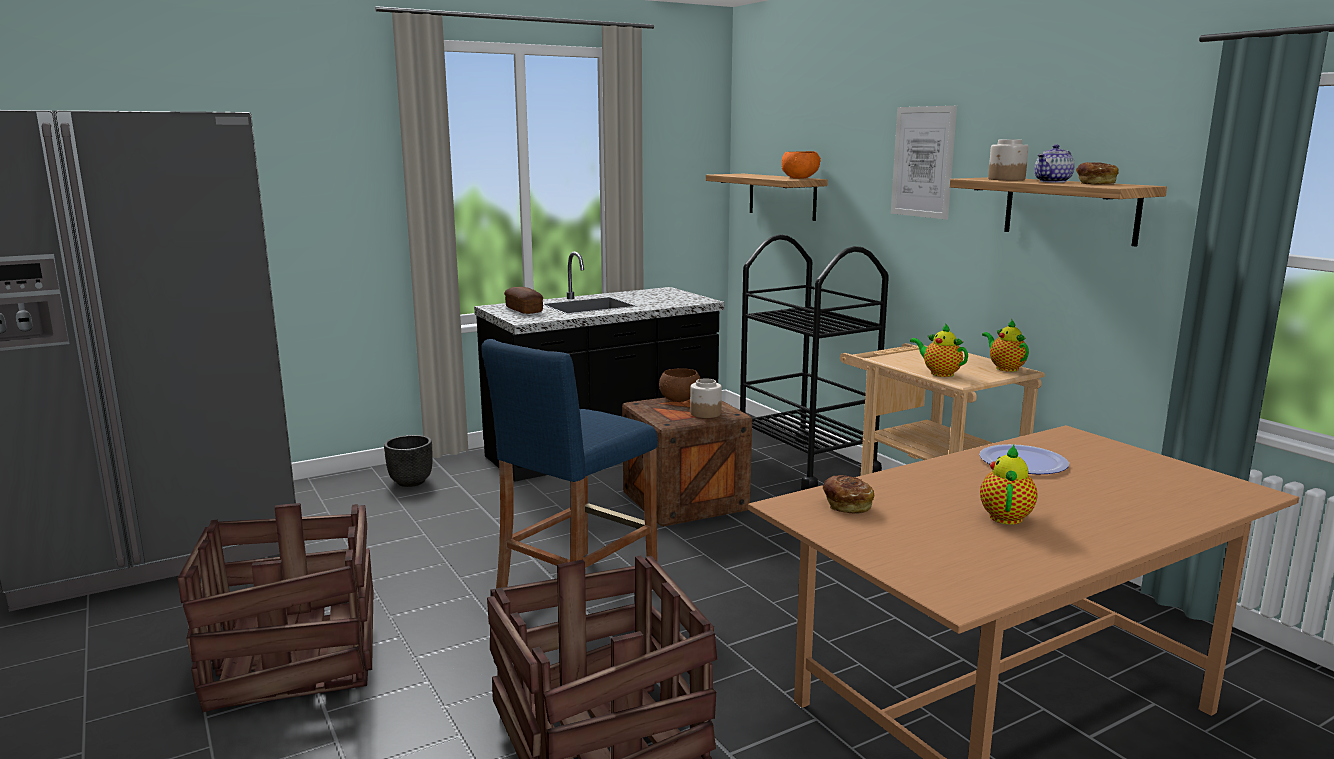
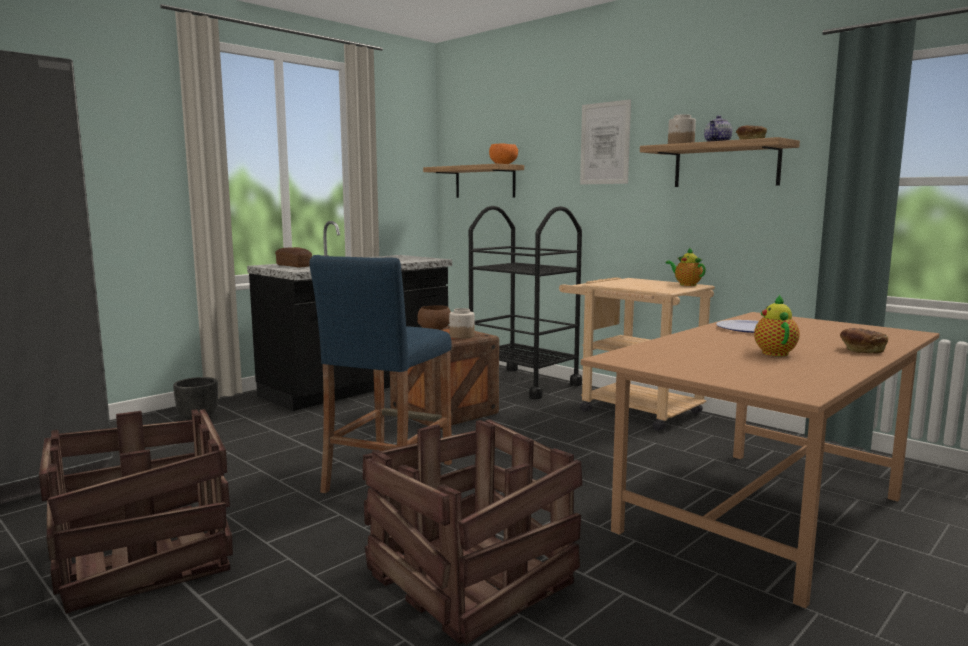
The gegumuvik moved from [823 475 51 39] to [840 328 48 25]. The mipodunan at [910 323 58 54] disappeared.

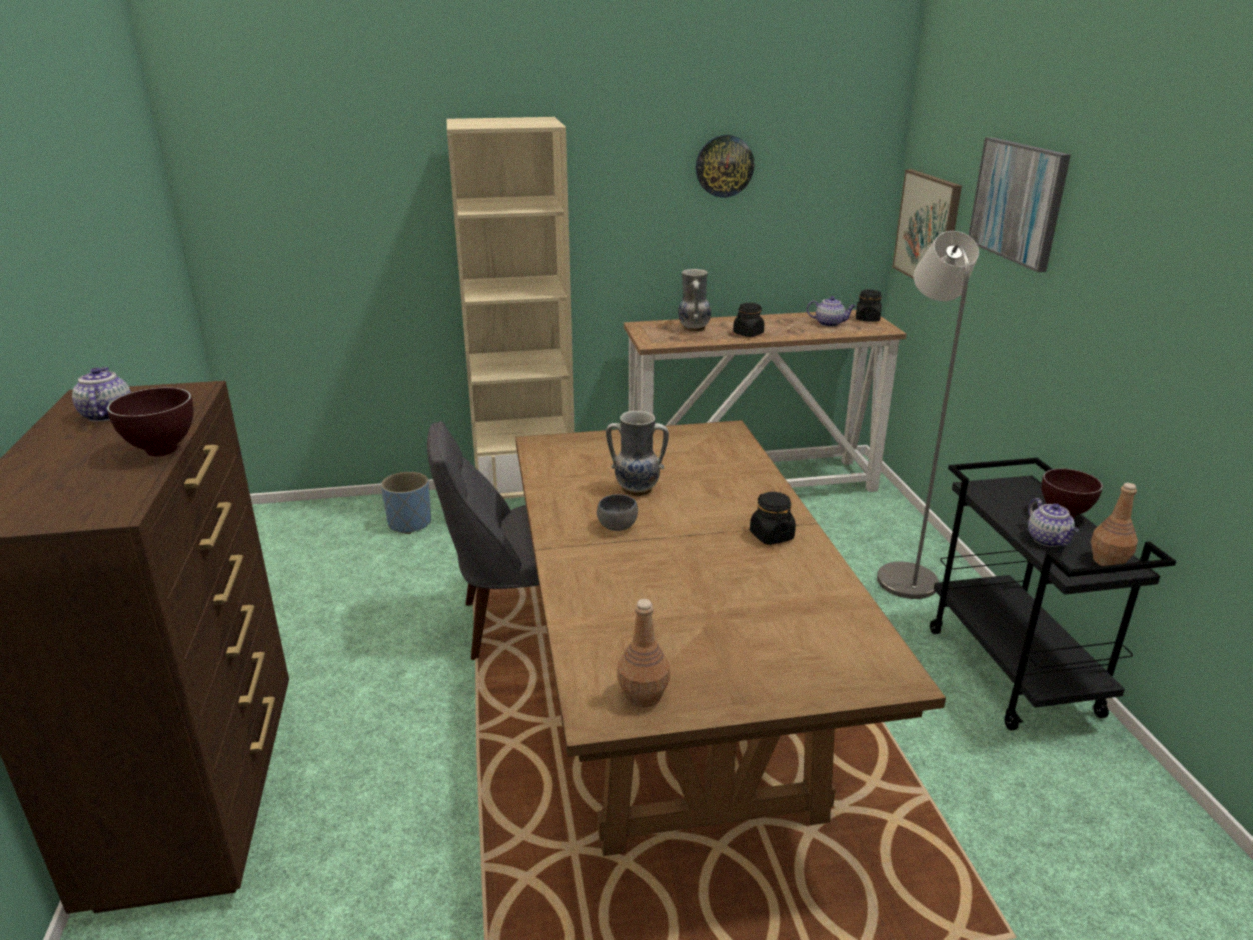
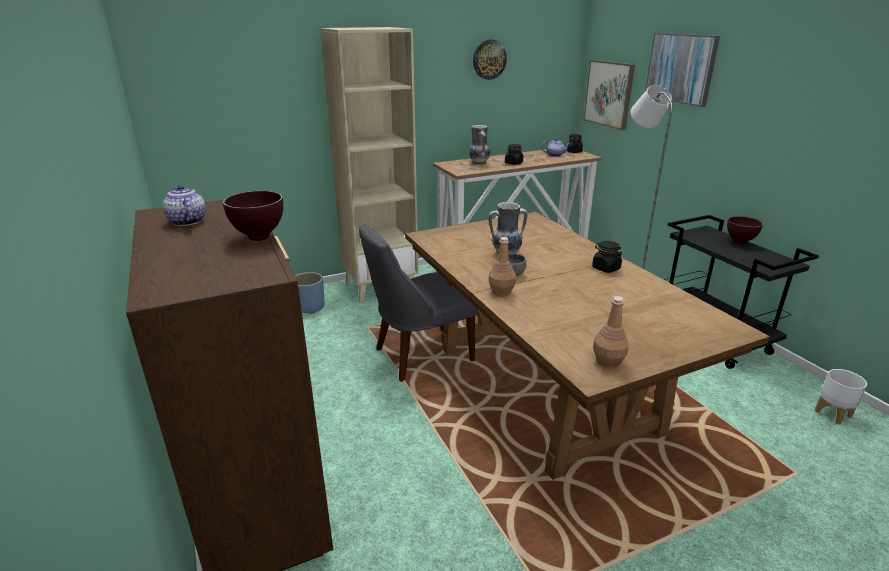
The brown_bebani moved from [1091 483 47 83] to [488 237 28 59]. The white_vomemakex at [815 369 52 55] appeared. The mipodunan at [1028 498 51 49] disappeared.

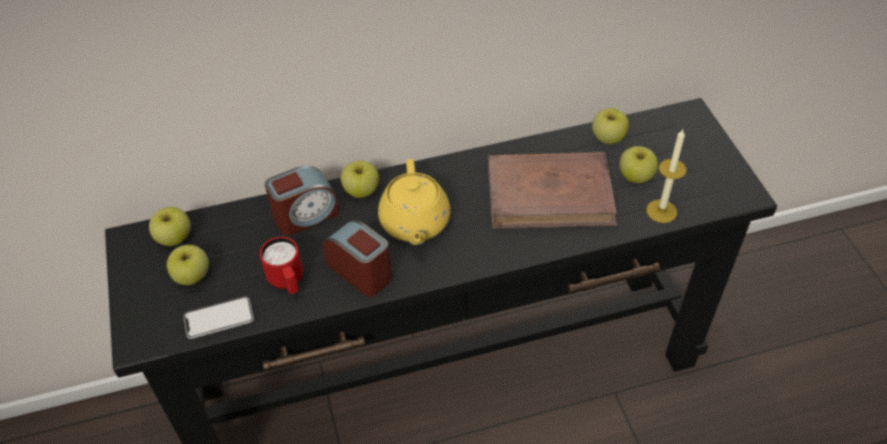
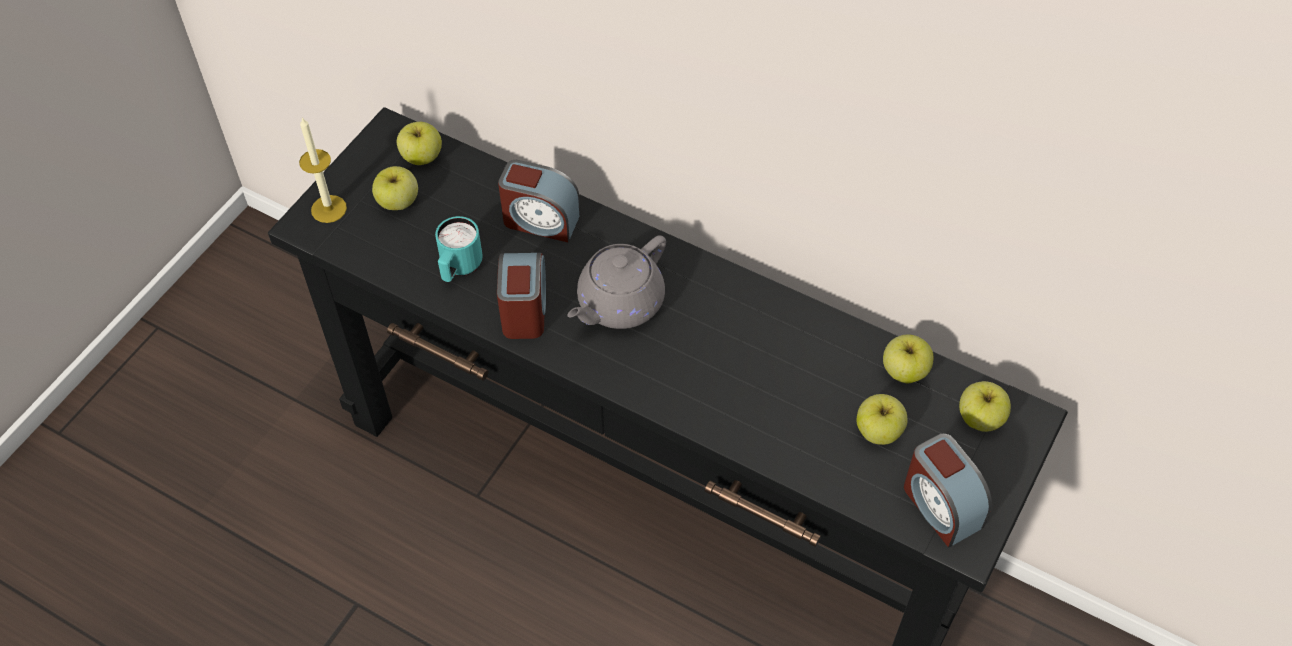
The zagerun moved from [646 129 40 94] to [299 117 48 106]. The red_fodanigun at [260 237 43 57] became the turquoise_fodanigun at [435 216 48 66]. The yellow_mipodunan at [378 159 72 86] became the grey_mipodunan at [567 235 99 94]. The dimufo at [904 434 88 114] appeared. The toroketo moved from [341 161 38 37] to [959 381 52 51]. The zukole at [183 296 71 43] disappeared. The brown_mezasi at [488 152 129 77] disappeared.

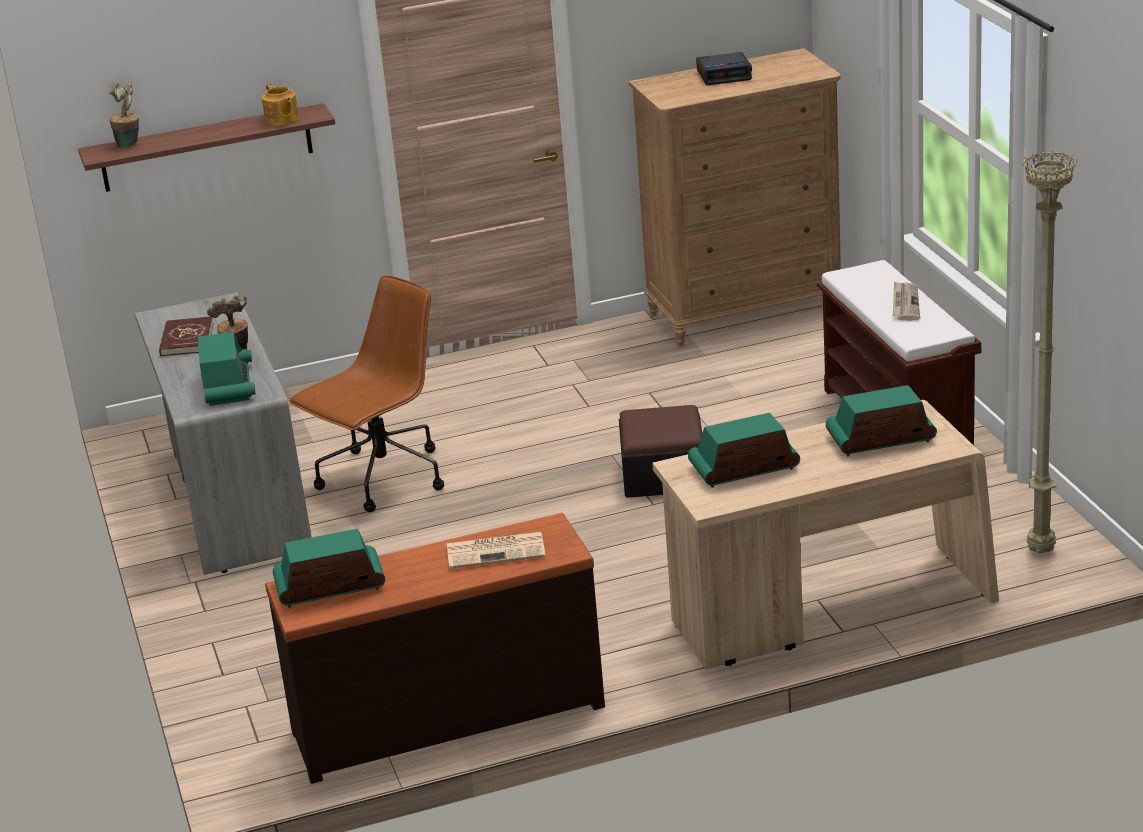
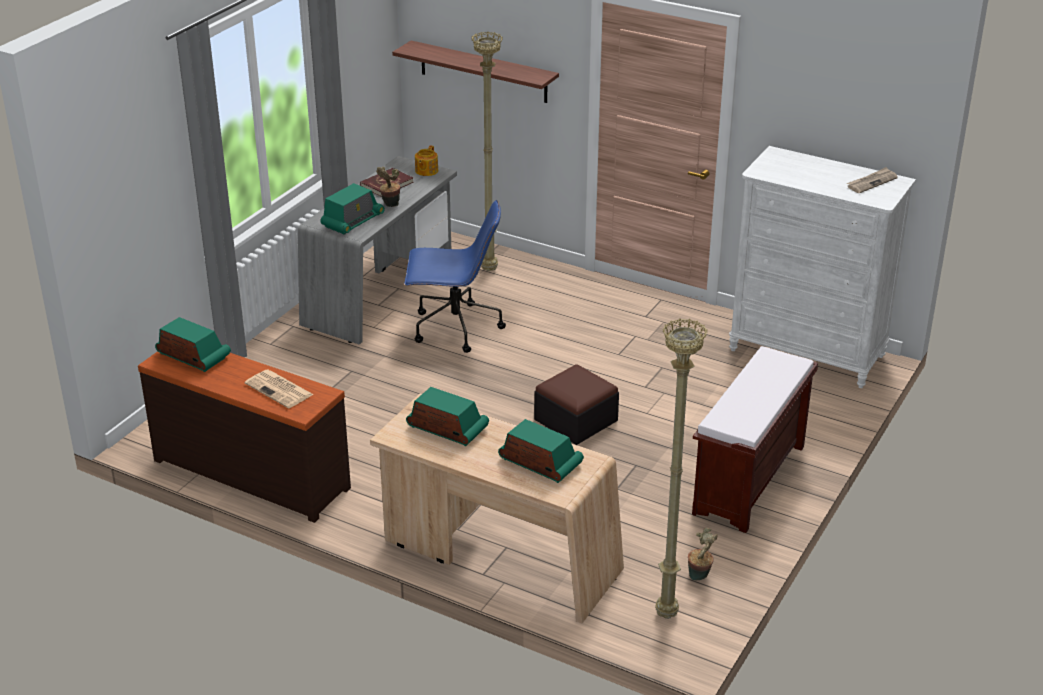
The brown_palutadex at [289 275 155 237] became the blue_palutadex at [405 200 101 153]. The mipodunan moved from [262 84 37 42] to [415 145 23 31]. The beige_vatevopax at [472 32 31 239] appeared. The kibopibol moved from [108 81 31 67] to [688 528 30 53]. The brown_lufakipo at [628 48 213 298] became the white_lufakipo at [729 146 187 242]. The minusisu moved from [893 281 27 39] to [847 167 51 26]. The dimufo at [696 52 56 33] disappeared.

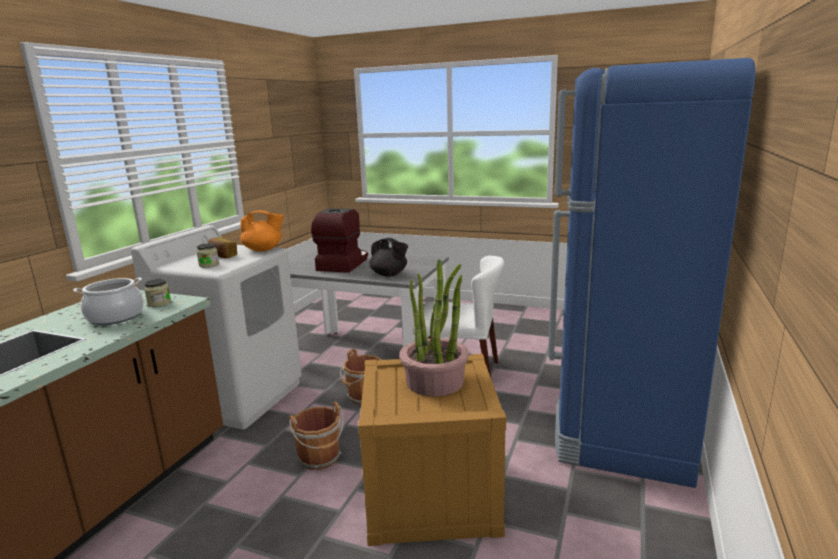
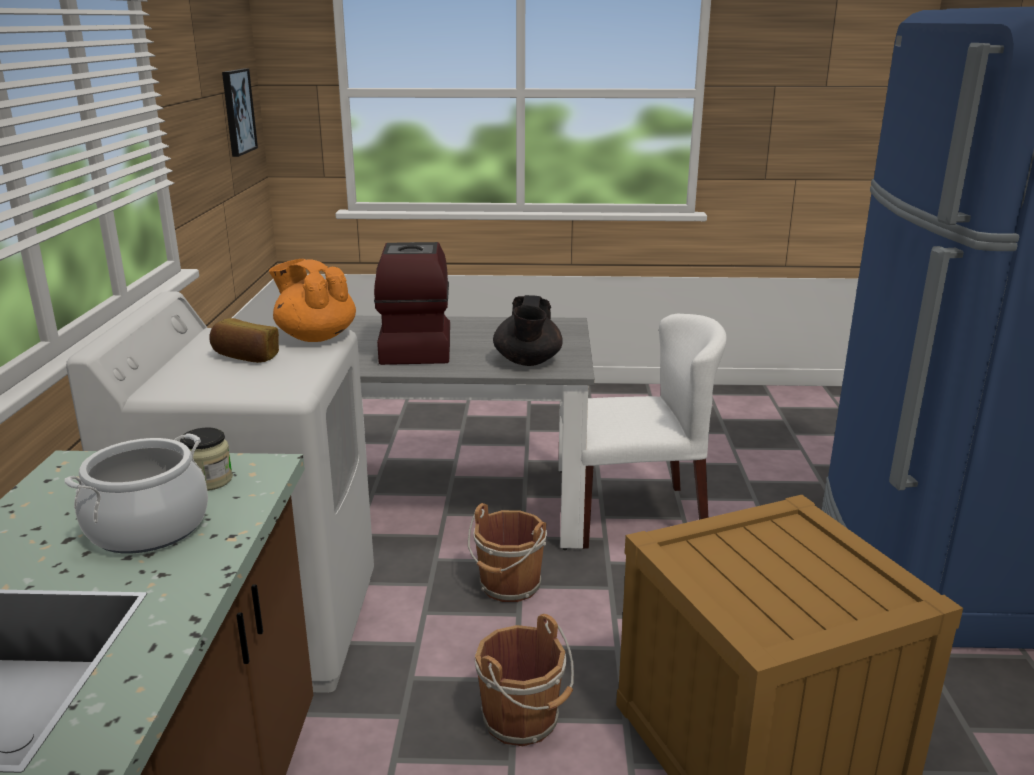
The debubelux at [222 69 36 88] appeared. The orange_mipodunan at [240 210 44 42] turned 120 degrees counterclockwise. The black_mipodunan at [369 238 39 39] turned 75 degrees clockwise. The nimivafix at [196 243 23 25] disappeared. The kibopibol at [399 259 70 138] disappeared.

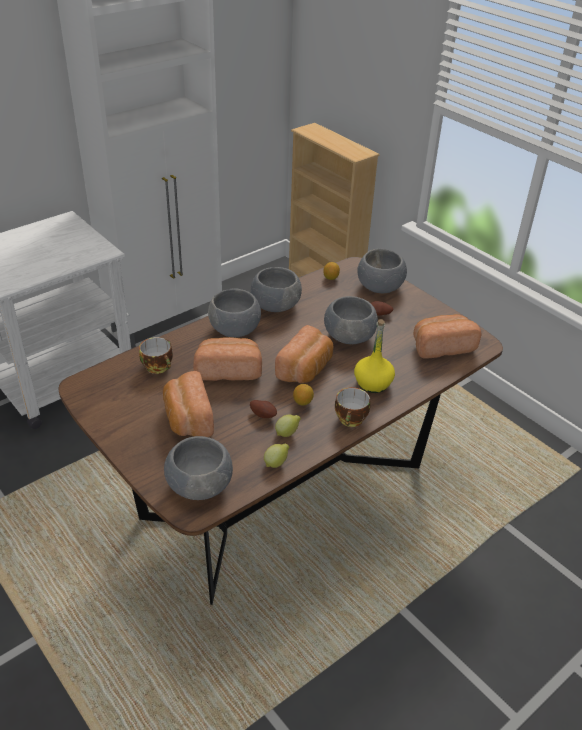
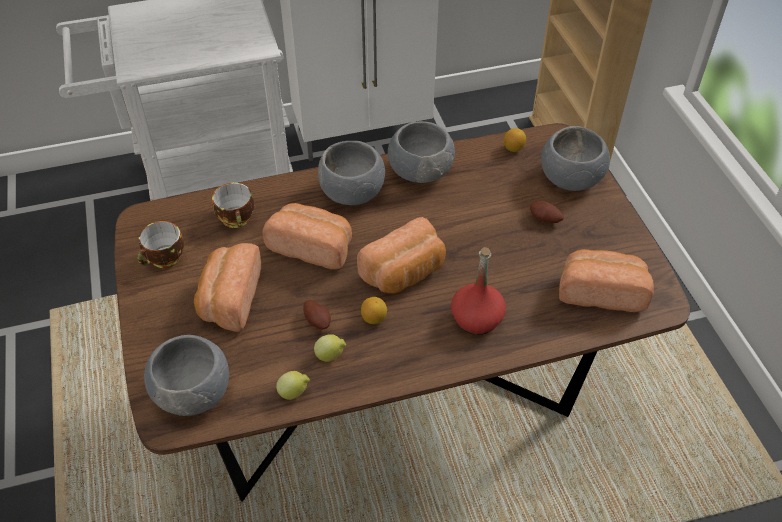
The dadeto moved from [335 387 35 40] to [138 221 46 47]. The yellow_bebani at [354 319 41 74] became the red_bebani at [451 247 55 88]. The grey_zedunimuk at [324 296 54 48] disappeared.

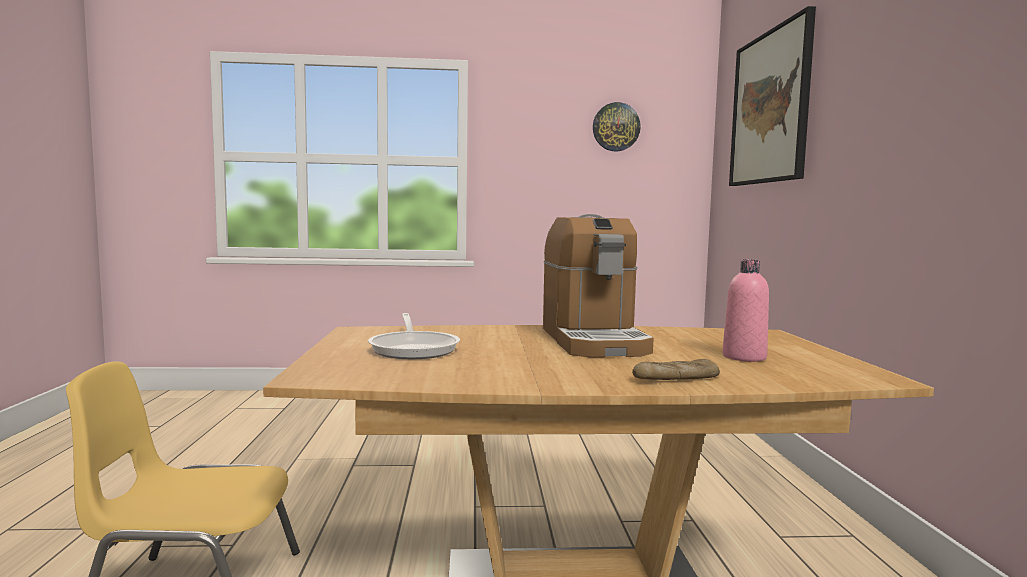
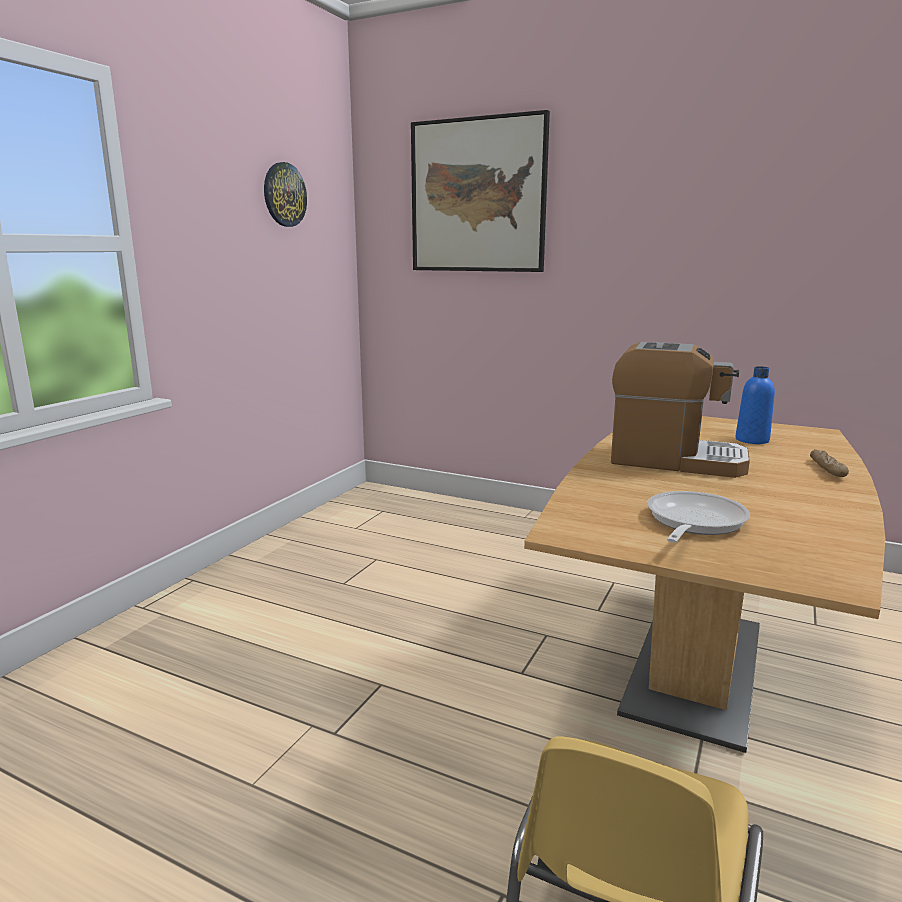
The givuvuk at [368 313 92 46] turned 75 degrees counterclockwise. The pink_bebani at [722 259 47 103] became the blue_bebani at [736 366 39 78].

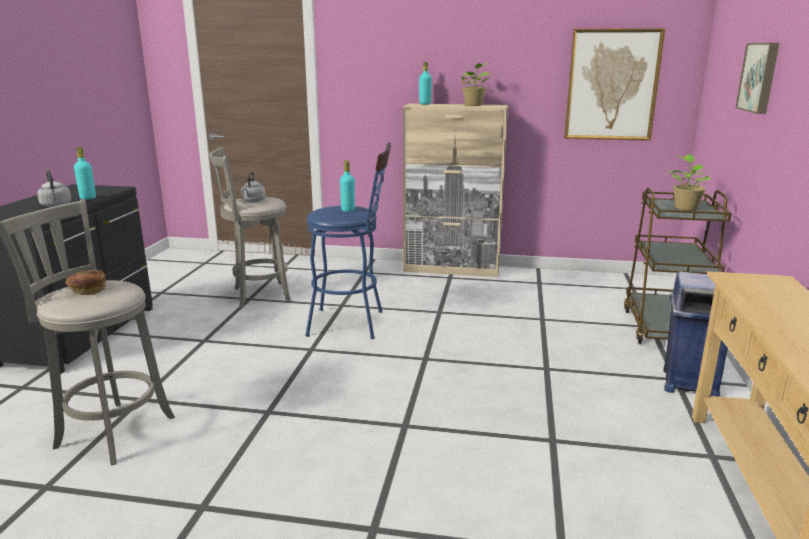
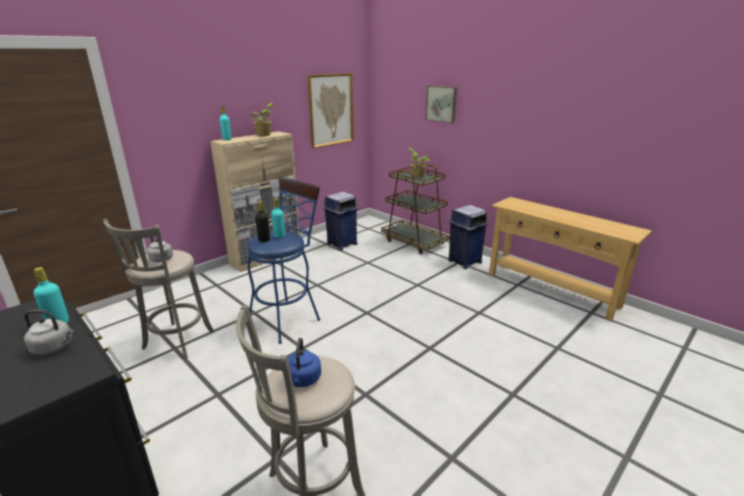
The black_bebani at [255 201 15 41] appeared. The gegumuvik at [66 270 40 25] was replaced by the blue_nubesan at [288 338 33 49]. The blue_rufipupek at [323 192 35 58] appeared.

